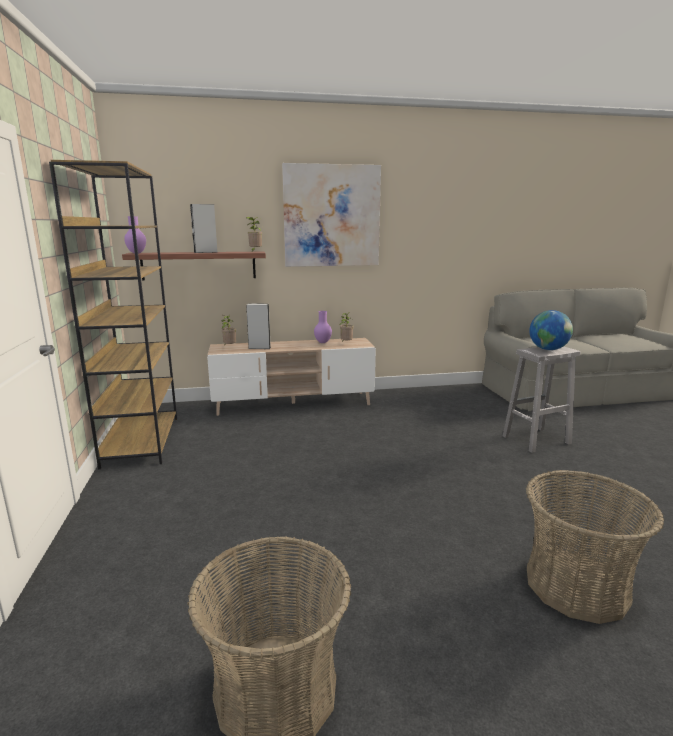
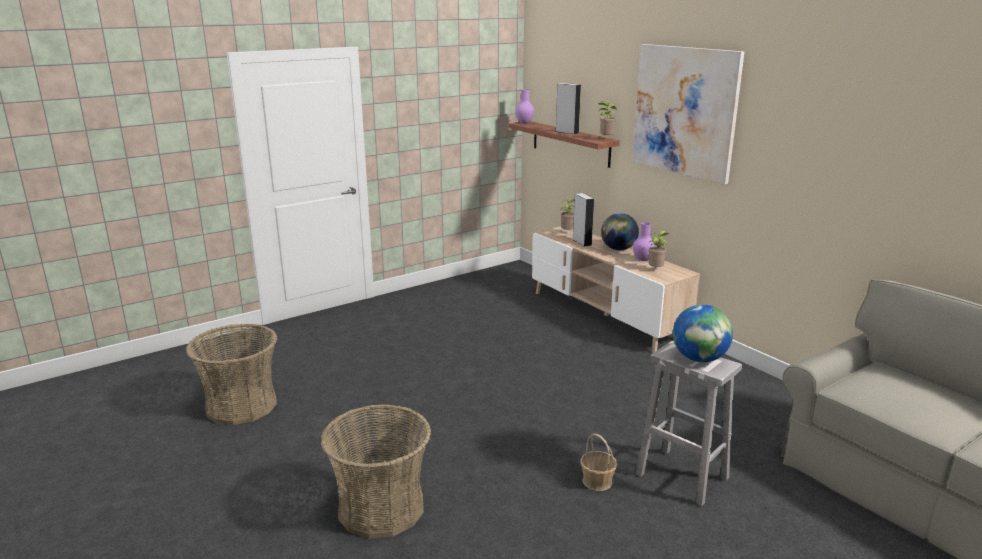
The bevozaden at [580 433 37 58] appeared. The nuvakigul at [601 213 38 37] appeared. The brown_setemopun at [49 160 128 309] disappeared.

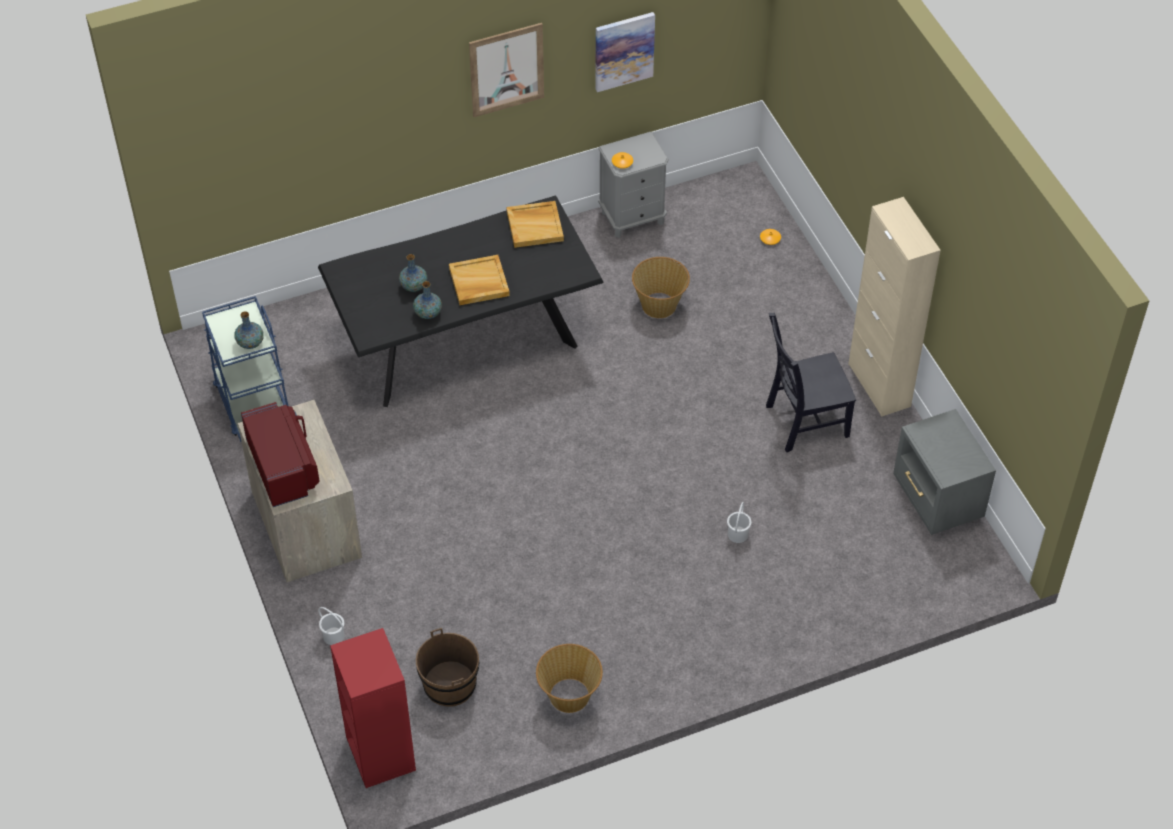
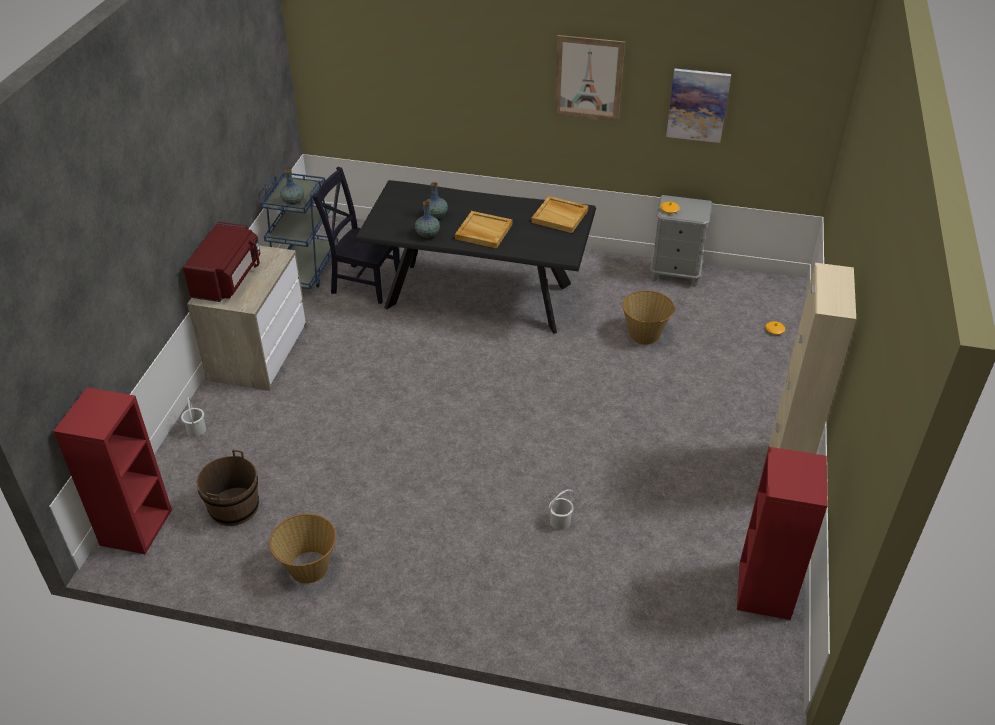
The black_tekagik moved from [766 313 90 139] to [312 166 88 138]. The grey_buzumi at [893 409 103 126] was replaced by the red_setemopun at [737 447 90 173].

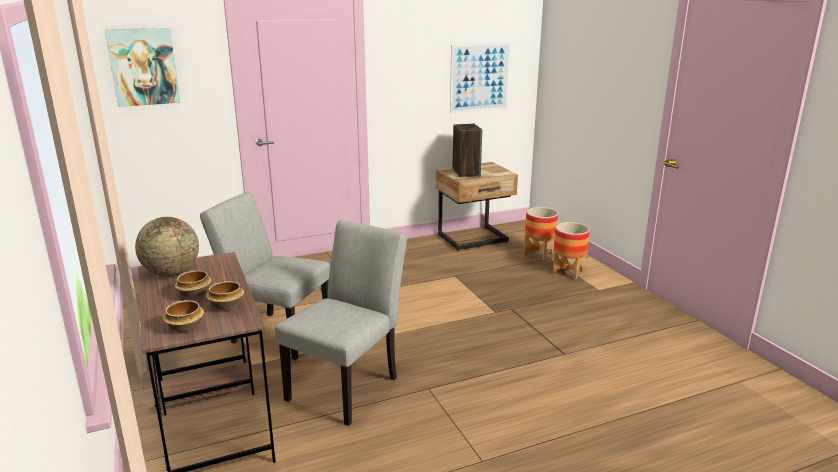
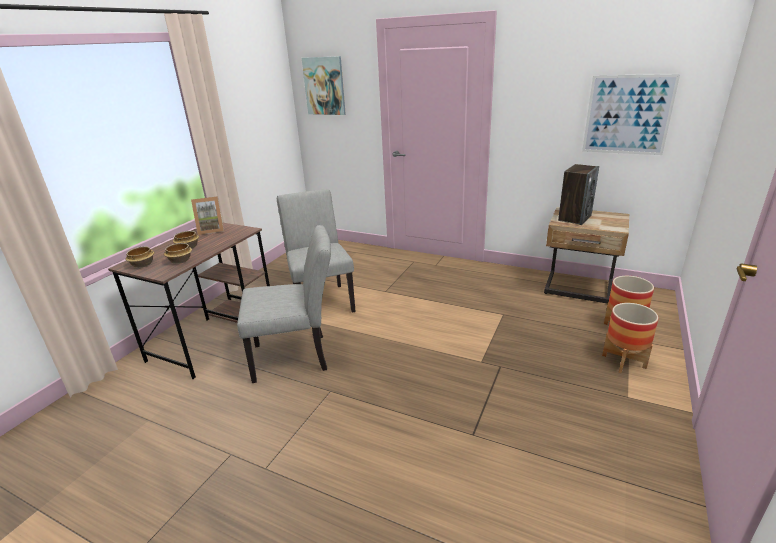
The nuvakigul at [135 217 64 59] was replaced by the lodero at [191 196 33 39].

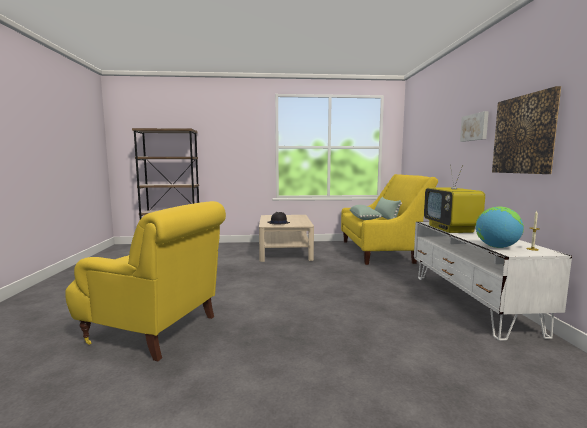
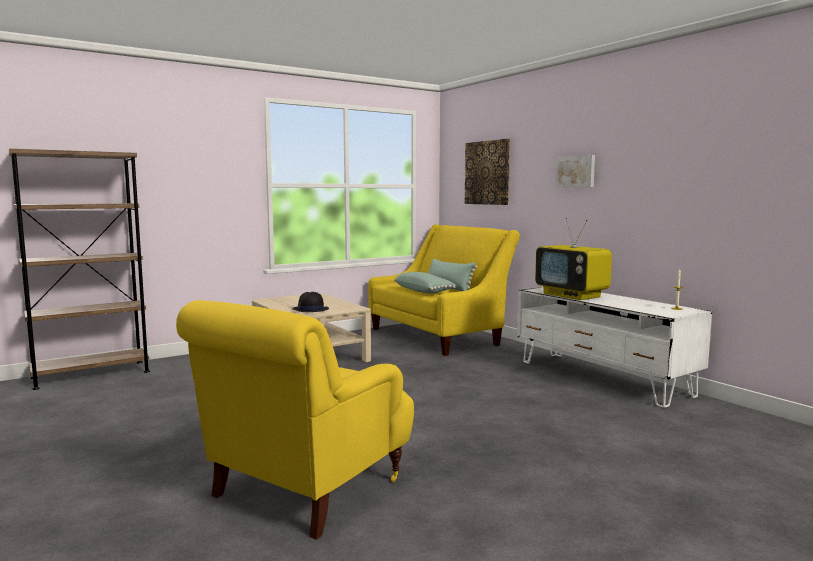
The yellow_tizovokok at [65 201 161 160] turned 135 degrees clockwise. The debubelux moved from [492 86 69 88] to [465 139 45 66]. The nuvakigul at [476 207 48 41] disappeared.

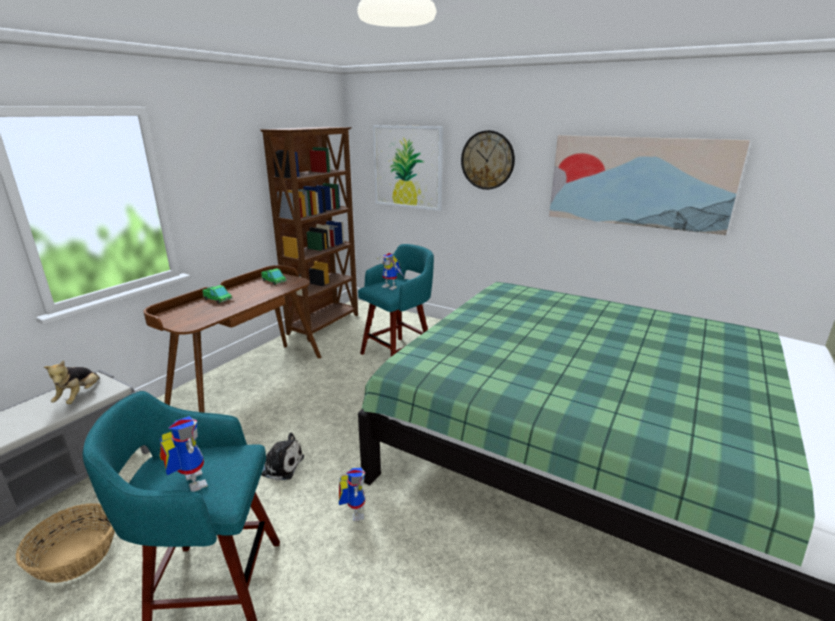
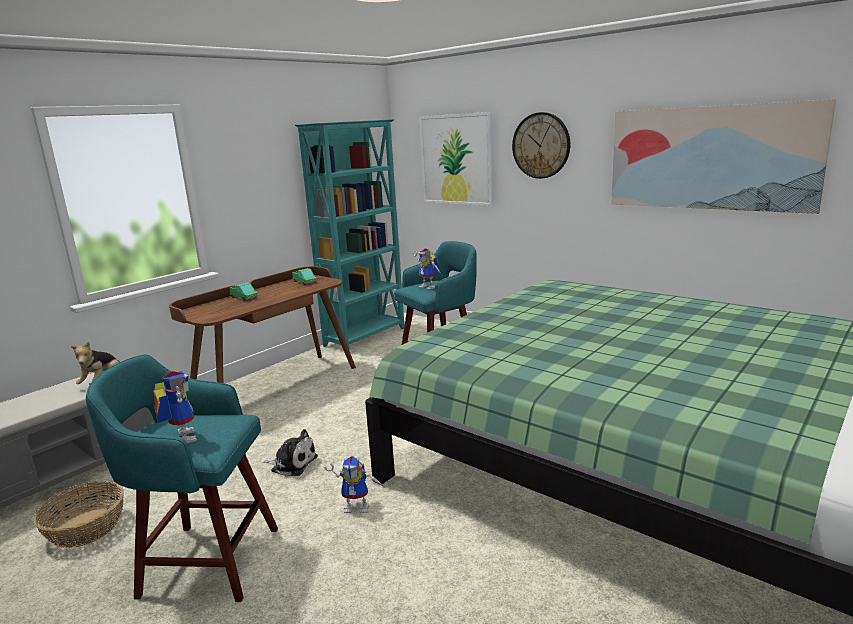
The brown_setemopun at [260 127 98 215] became the turquoise_setemopun at [295 119 109 229]. The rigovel at [339 467 26 54] turned 90 degrees clockwise.

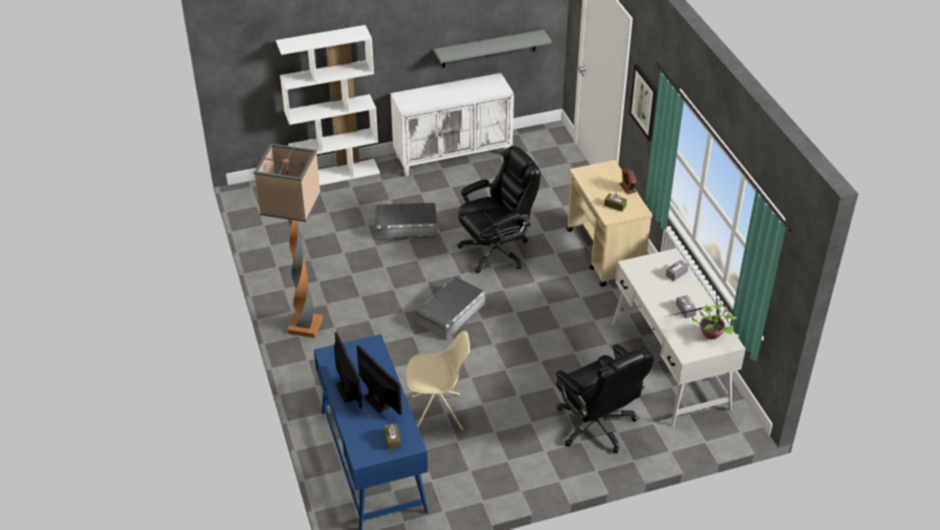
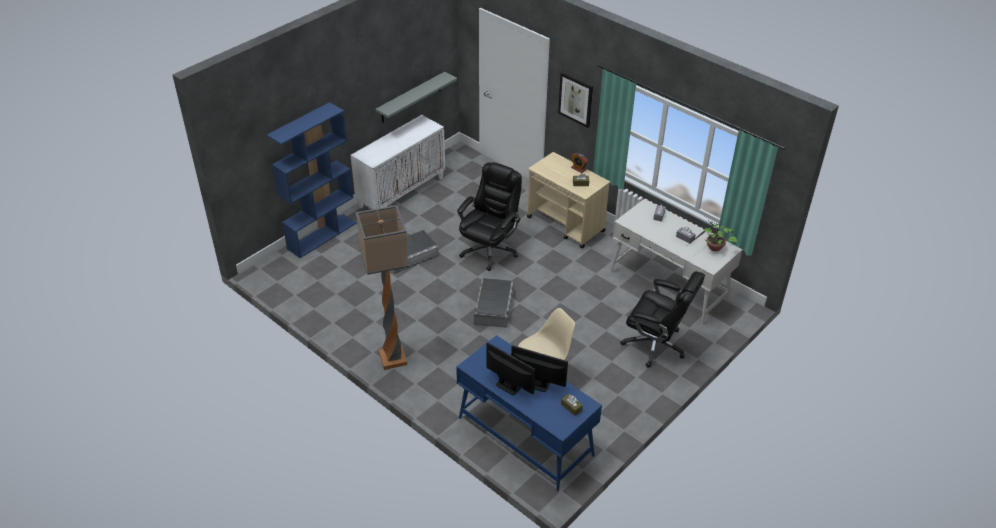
The white_setemopun at [276 25 104 160] became the blue_setemopun at [267 102 89 156].

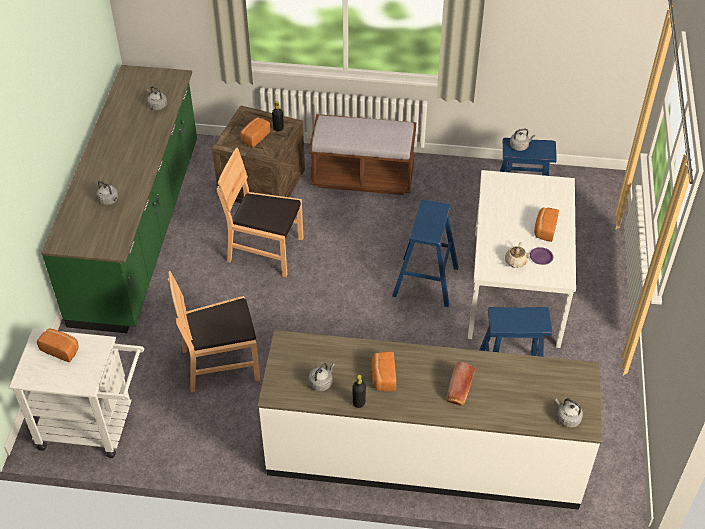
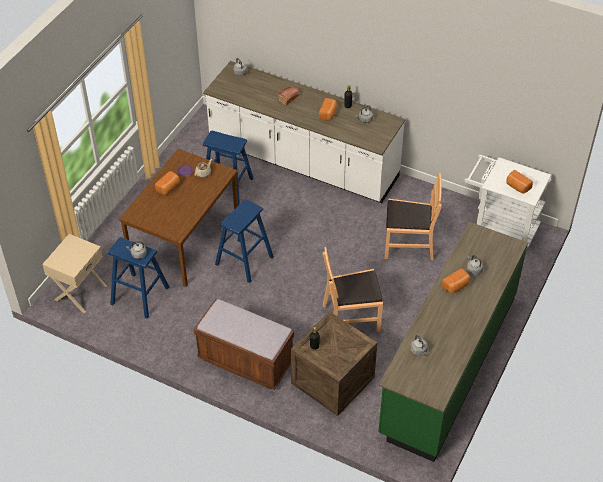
The beige_buzumi at [42 234 65 79] appeared. The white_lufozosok at [468 170 108 178] became the brown_lufozosok at [119 149 119 138]. The brown_tekagik at [217 147 87 130] turned 135 degrees clockwise. The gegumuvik moved from [240 117 30 30] to [442 268 28 26].

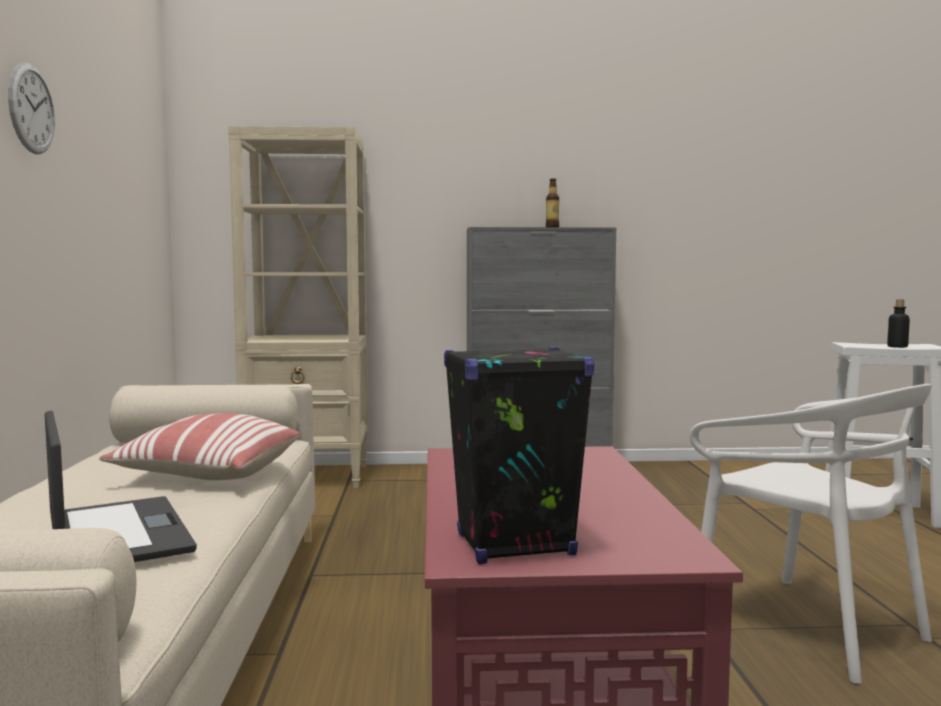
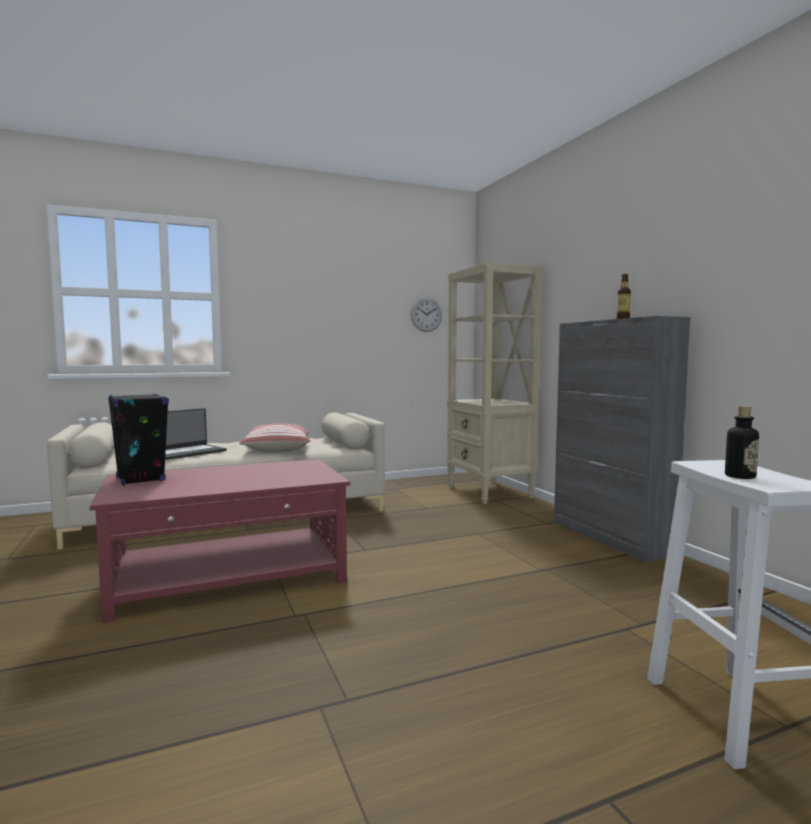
The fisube moved from [8 62 47 92] to [411 297 31 35]. The white_tekagik at [690 384 242 300] disappeared.

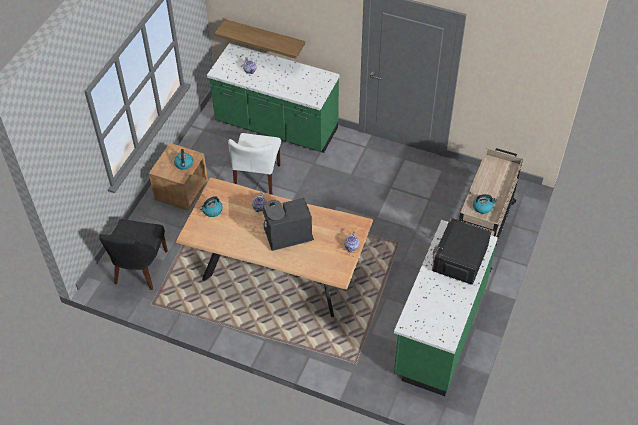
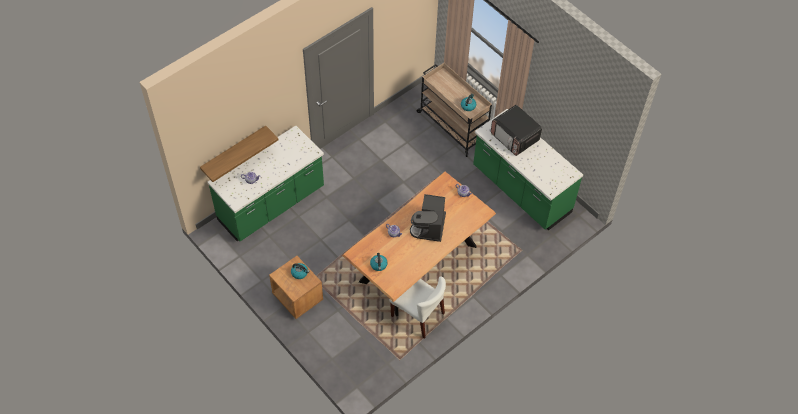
The white_tekagik moved from [228 133 53 62] to [389 276 57 63]. The black_tekagik at [99 219 69 71] disappeared.

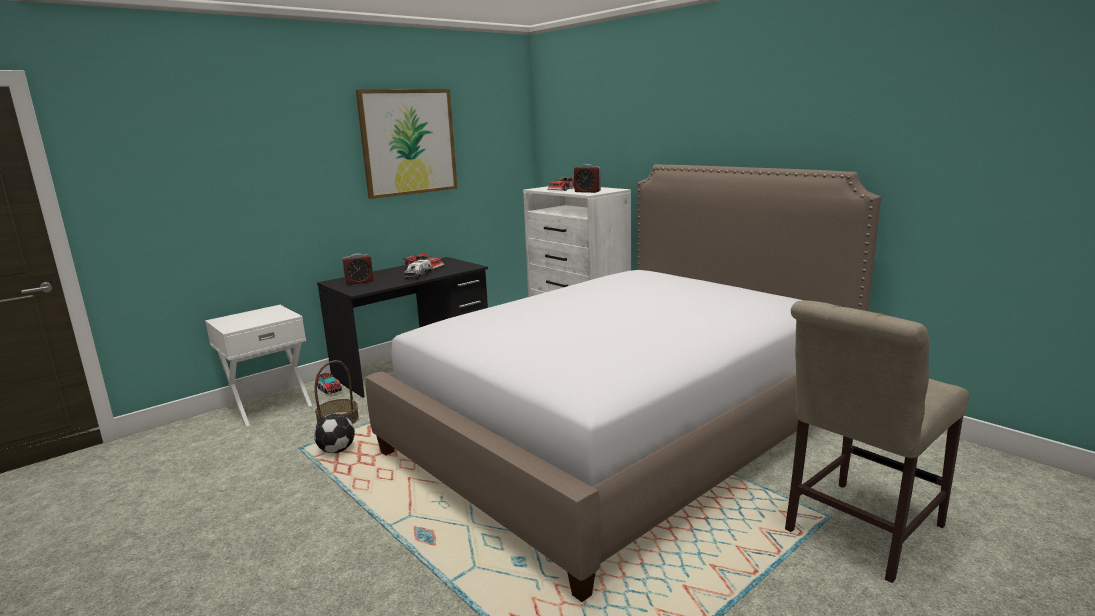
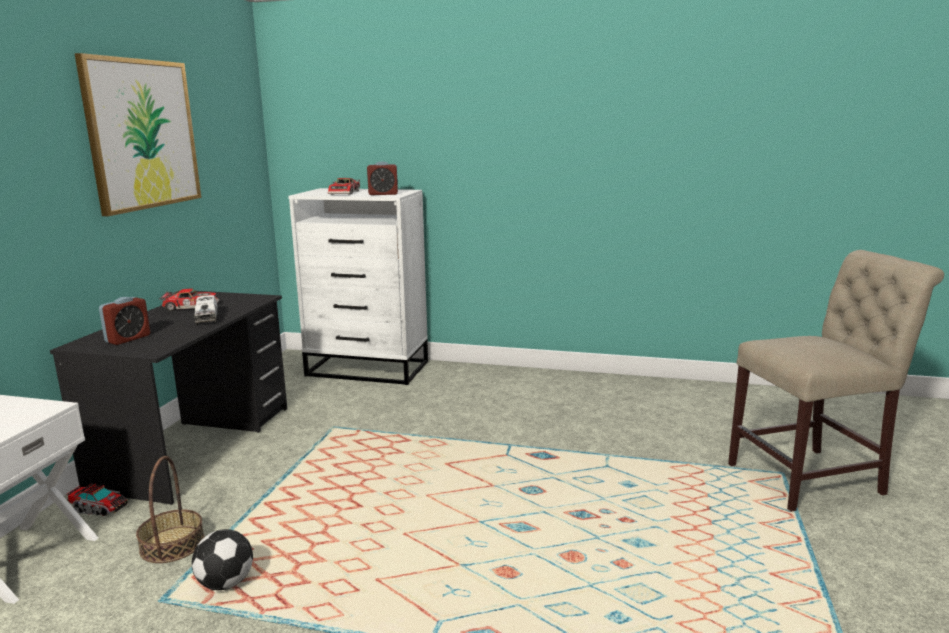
The beige_tekagik at [785 300 184 283] turned 120 degrees counterclockwise. The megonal at [366 165 515 437] disappeared.

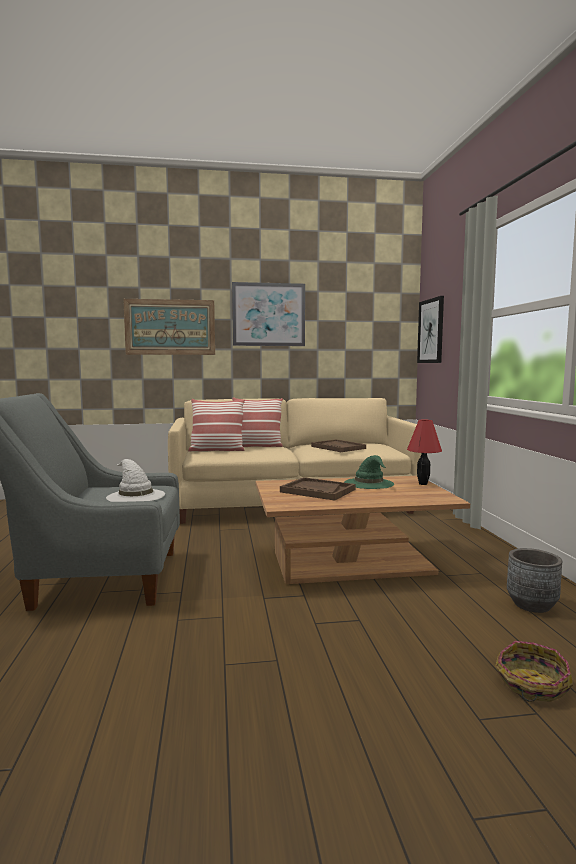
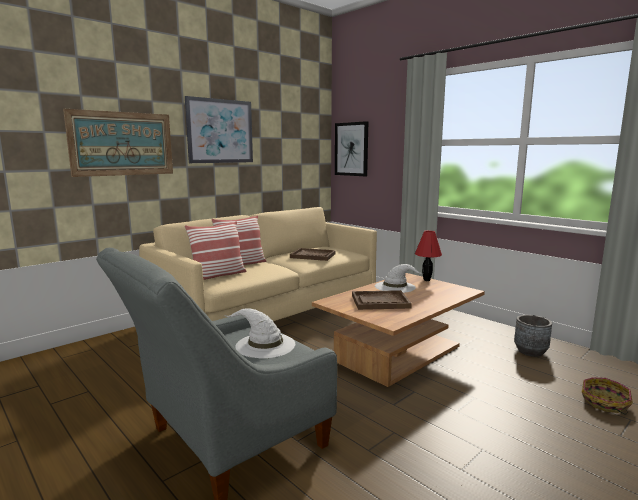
The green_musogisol at [344 455 50 34] became the white_musogisol at [375 264 47 29].

